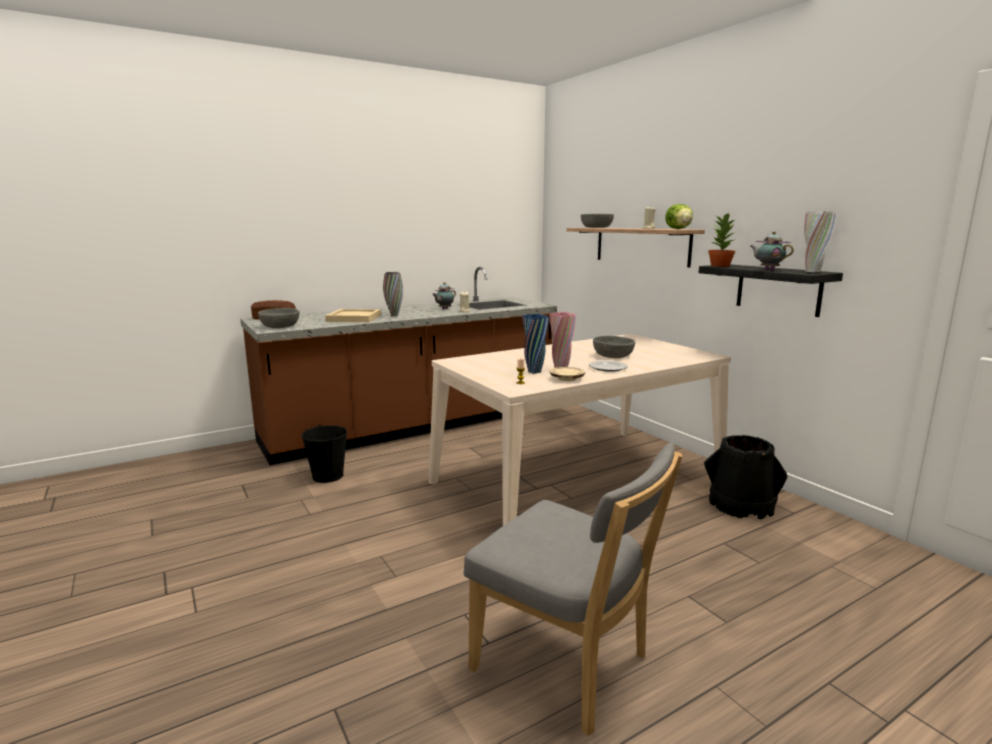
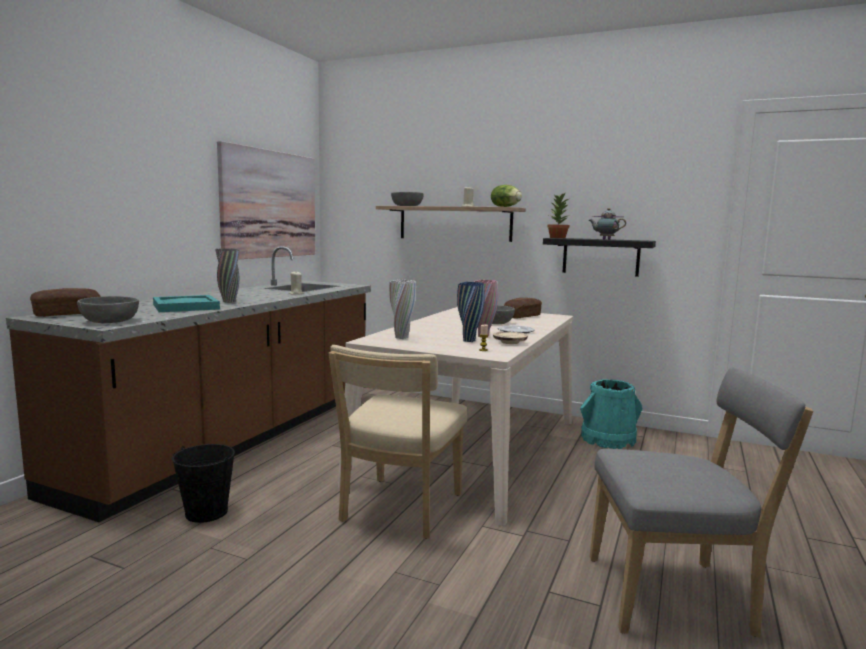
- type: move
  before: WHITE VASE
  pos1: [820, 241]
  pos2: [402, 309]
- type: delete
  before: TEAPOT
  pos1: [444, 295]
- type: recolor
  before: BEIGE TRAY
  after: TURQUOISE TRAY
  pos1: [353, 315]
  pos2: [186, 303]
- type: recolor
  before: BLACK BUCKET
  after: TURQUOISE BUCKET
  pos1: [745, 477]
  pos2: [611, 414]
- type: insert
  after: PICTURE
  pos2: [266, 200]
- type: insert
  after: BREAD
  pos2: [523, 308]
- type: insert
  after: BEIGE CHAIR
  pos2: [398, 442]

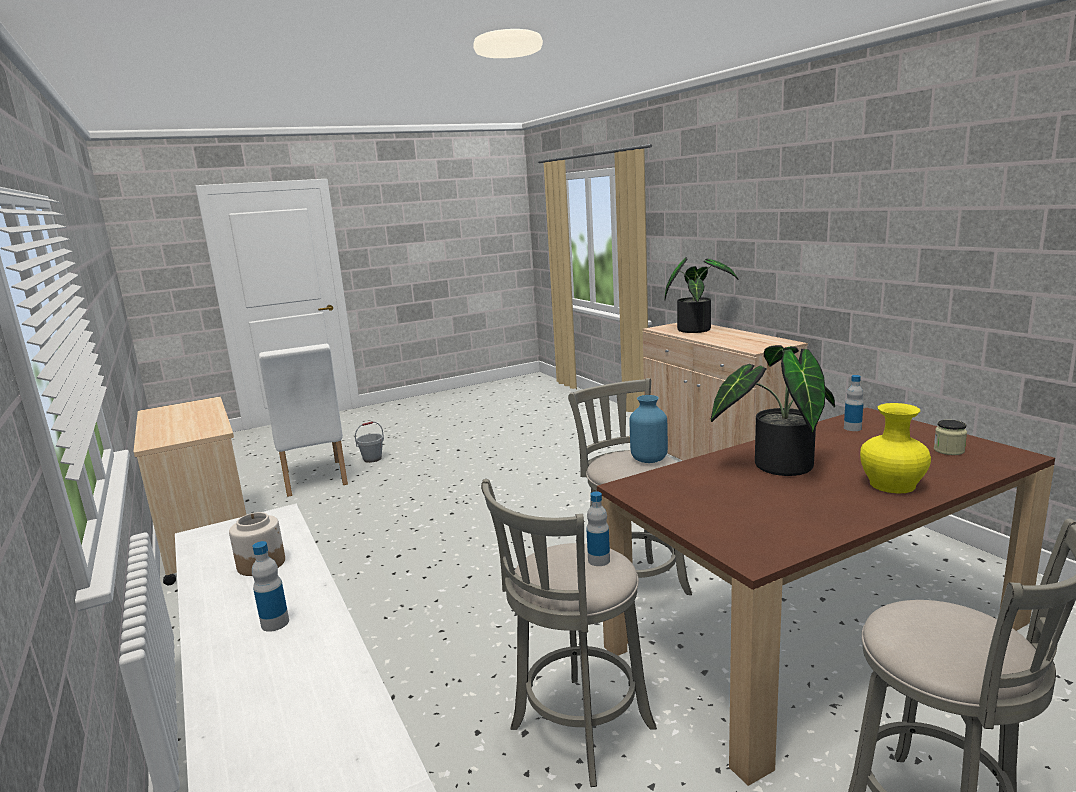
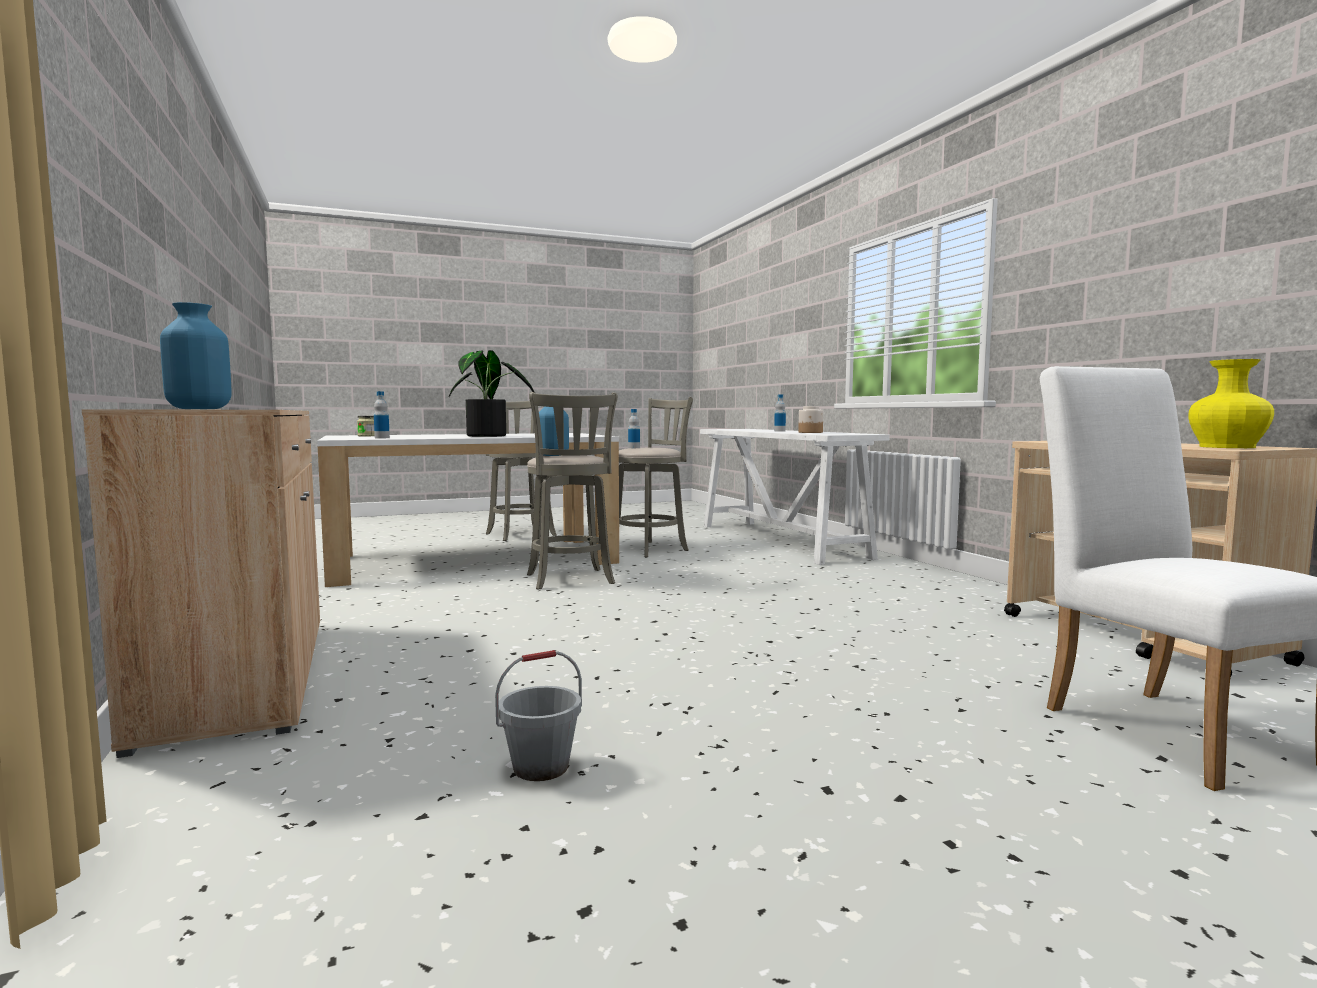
- type: replace
  before: POTTED PLANT
  after: BLUE VASE
  pos1: [701, 295]
  pos2: [196, 355]
- type: move
  before: YELLOW VASE
  pos1: [895, 448]
  pos2: [1231, 403]
- type: recolor
  before: BROWN DINING TABLE
  after: WHITE DINING TABLE
  pos1: [826, 597]
  pos2: [468, 510]
- type: move
  before: GREY BUCKET
  pos1: [369, 442]
  pos2: [538, 715]

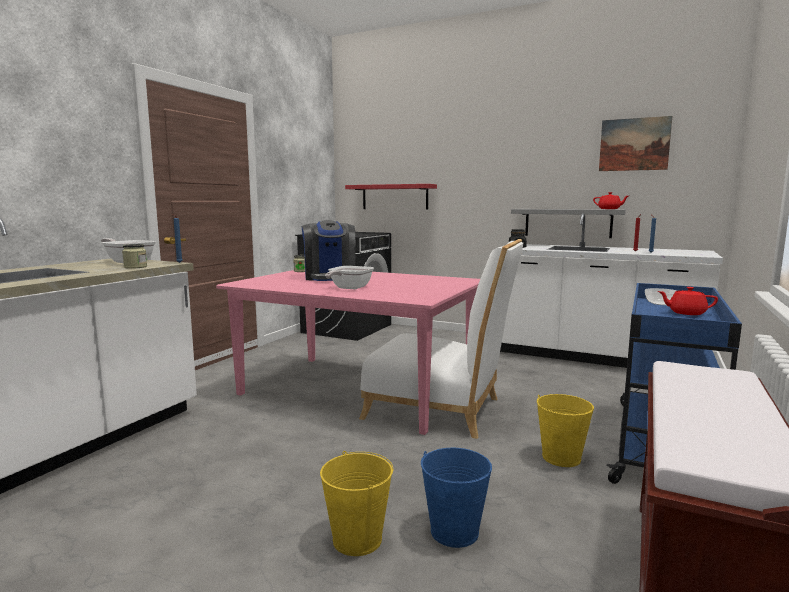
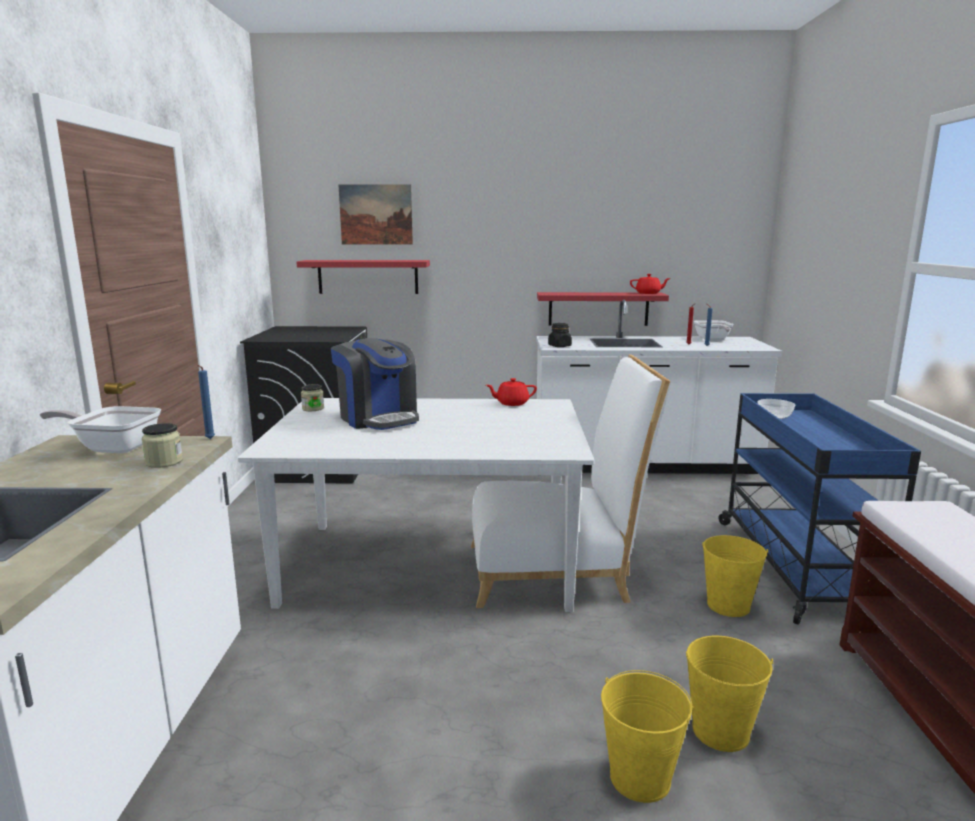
- type: move
  before: PICTURE
  pos1: [635, 143]
  pos2: [376, 214]
- type: recolor
  before: GREY SHELF
  after: RED SHELF
  pos1: [568, 223]
  pos2: [603, 309]
- type: move
  before: FRYING PAN
  pos1: [349, 277]
  pos2: [714, 330]
- type: recolor
  before: PINK DINING TABLE
  after: WHITE DINING TABLE
  pos1: [348, 352]
  pos2: [416, 505]
- type: move
  before: RED TEAPOT
  pos1: [688, 301]
  pos2: [511, 392]
- type: recolor
  before: BLUE BUCKET
  after: YELLOW BUCKET
  pos1: [456, 498]
  pos2: [730, 694]

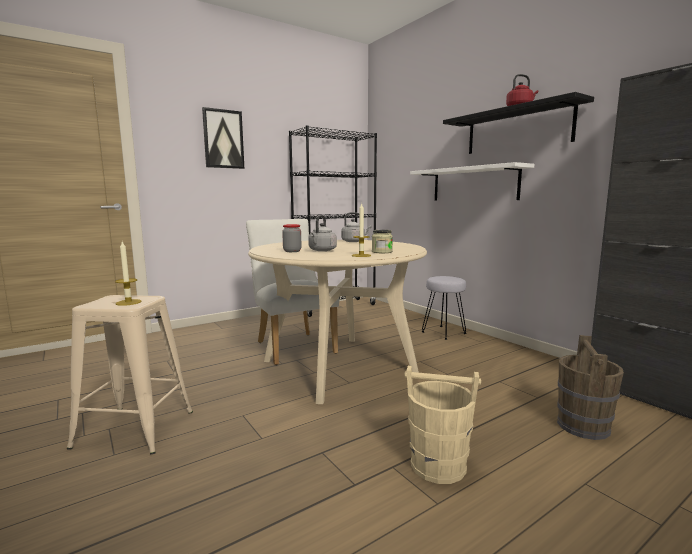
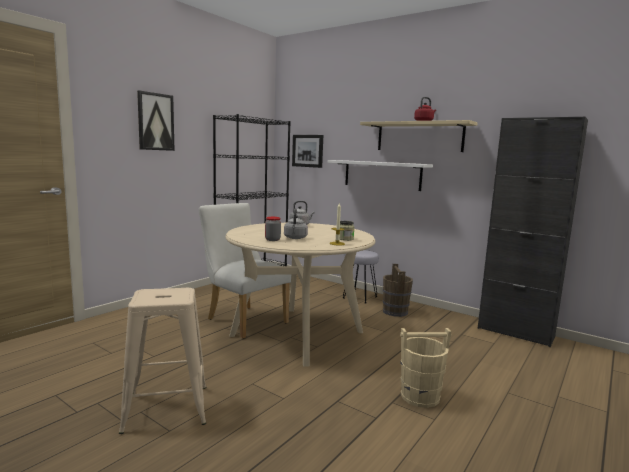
- type: recolor
  before: BLACK SHELF
  after: BEIGE SHELF
  pos1: [518, 123]
  pos2: [419, 136]
- type: delete
  before: CANDLE
  pos1: [128, 274]
- type: move
  before: BROWN BUCKET
  pos1: [590, 387]
  pos2: [398, 290]
- type: insert
  after: PICTURE
  pos2: [307, 151]

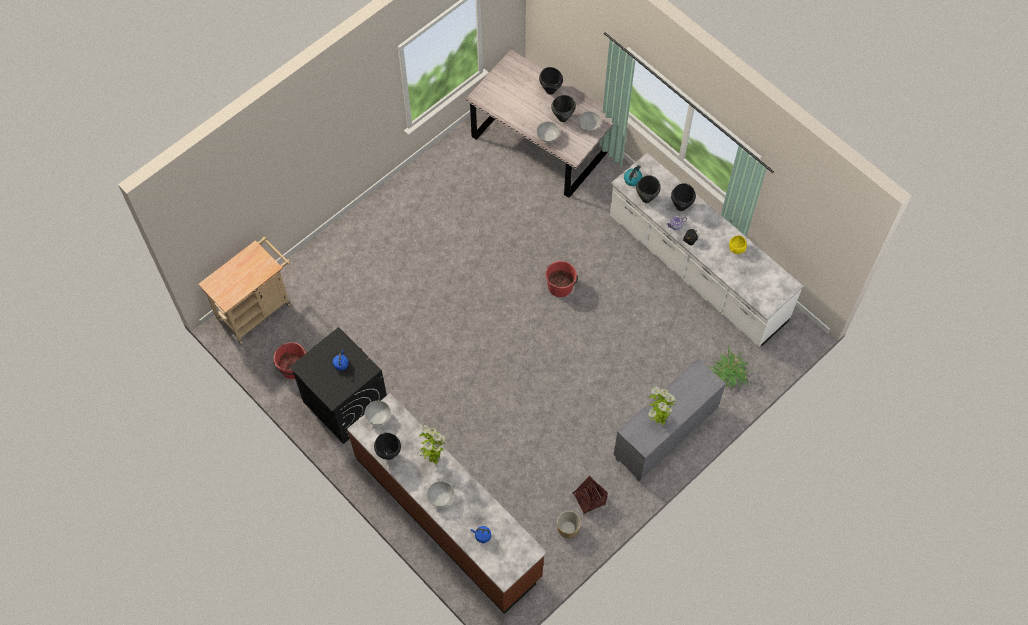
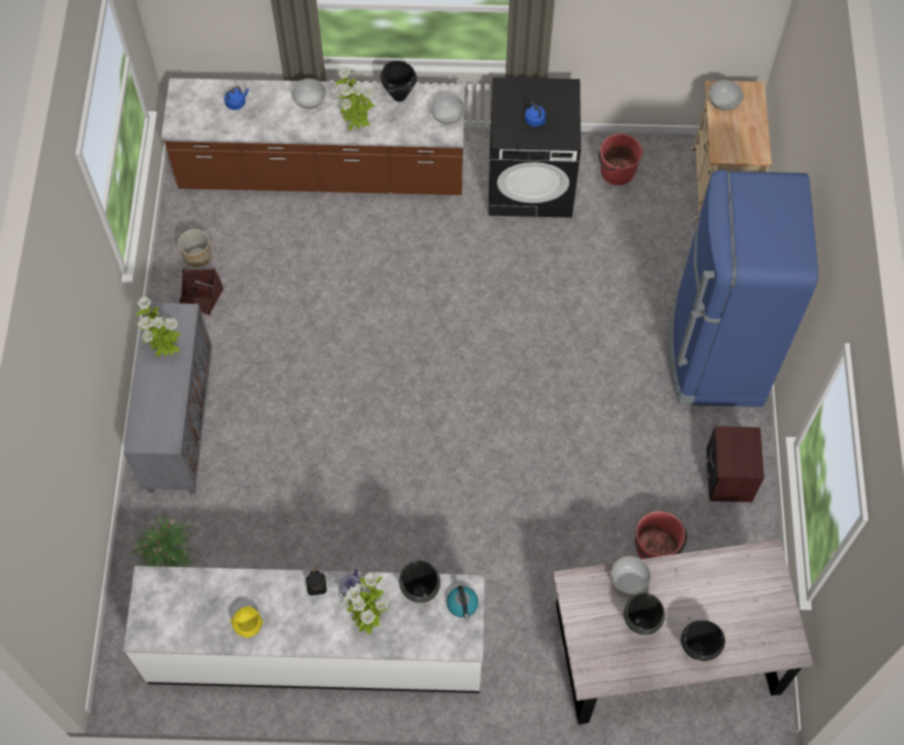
- type: move
  before: WHITE BOWL
  pos1: [589, 121]
  pos2: [726, 95]
- type: replace
  before: BLACK COOKING POT
  after: POTTED PLANT
  pos1: [683, 197]
  pos2: [365, 603]
- type: move
  before: RED BUCKET
  pos1: [561, 279]
  pos2: [661, 535]
- type: insert
  after: BLUE FRIDGE
  pos2: [743, 288]
- type: insert
  after: BROWN NIGHTSTAND
  pos2: [735, 464]

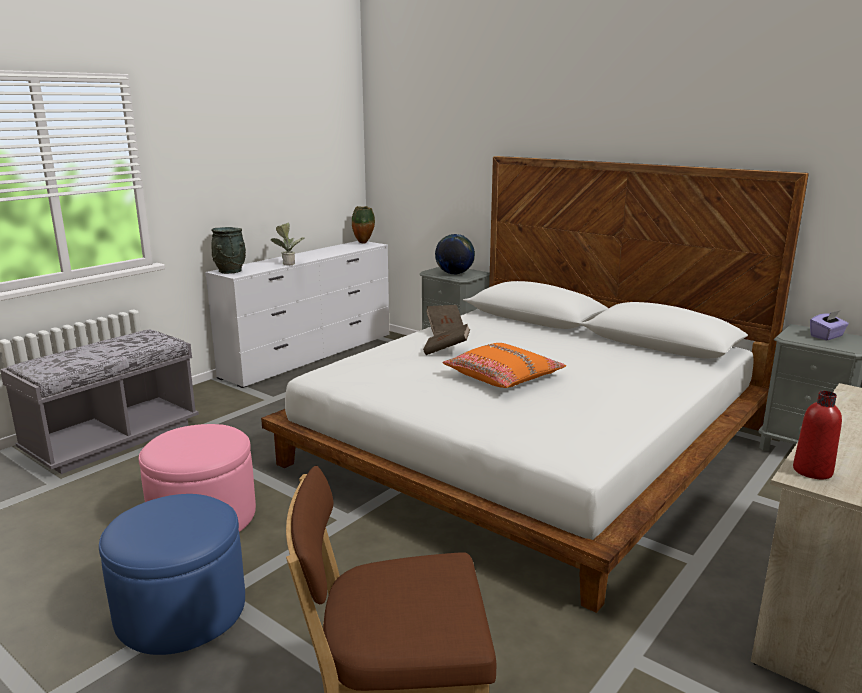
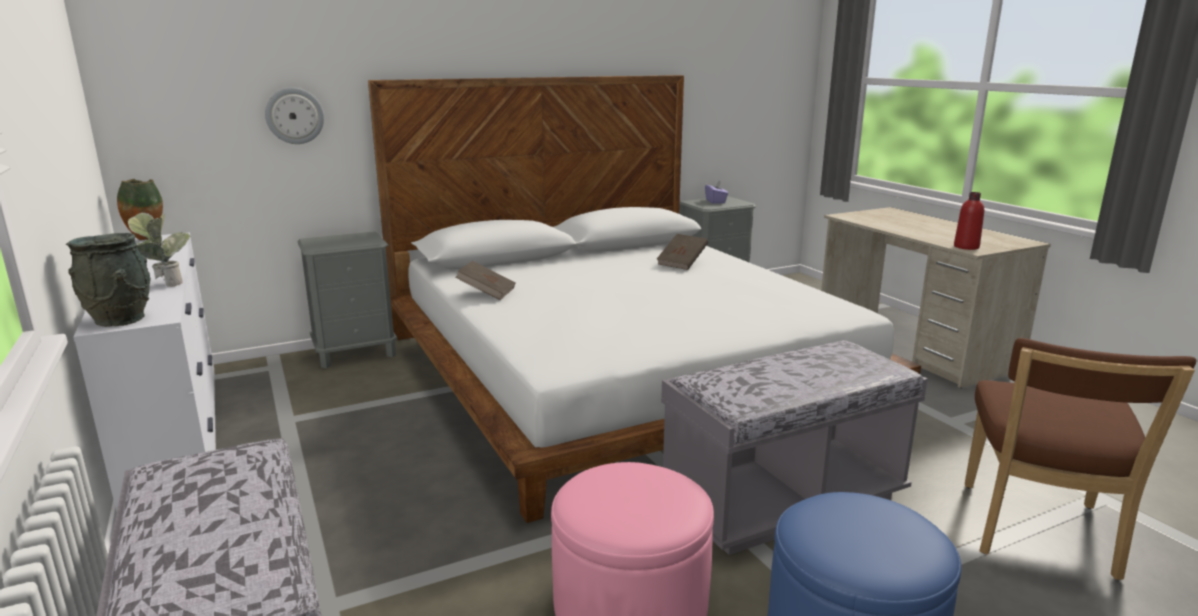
- type: delete
  before: GLOBE
  pos1: [455, 254]
- type: move
  before: BROWN BOOK
  pos1: [446, 339]
  pos2: [682, 252]
- type: delete
  before: ORANGE PILLOW
  pos1: [504, 365]
- type: insert
  after: WALL CLOCK
  pos2: [294, 115]
- type: insert
  after: GREY BENCH
  pos2: [794, 447]

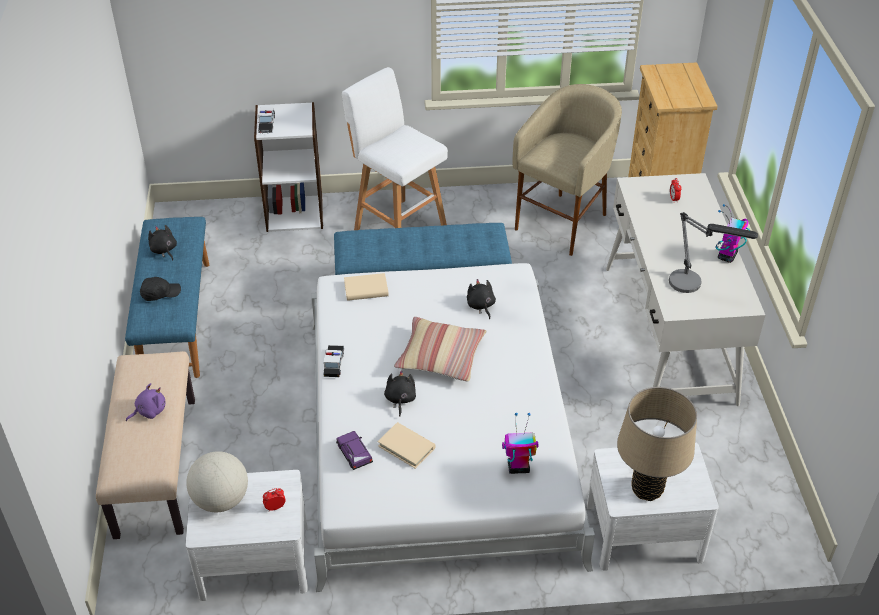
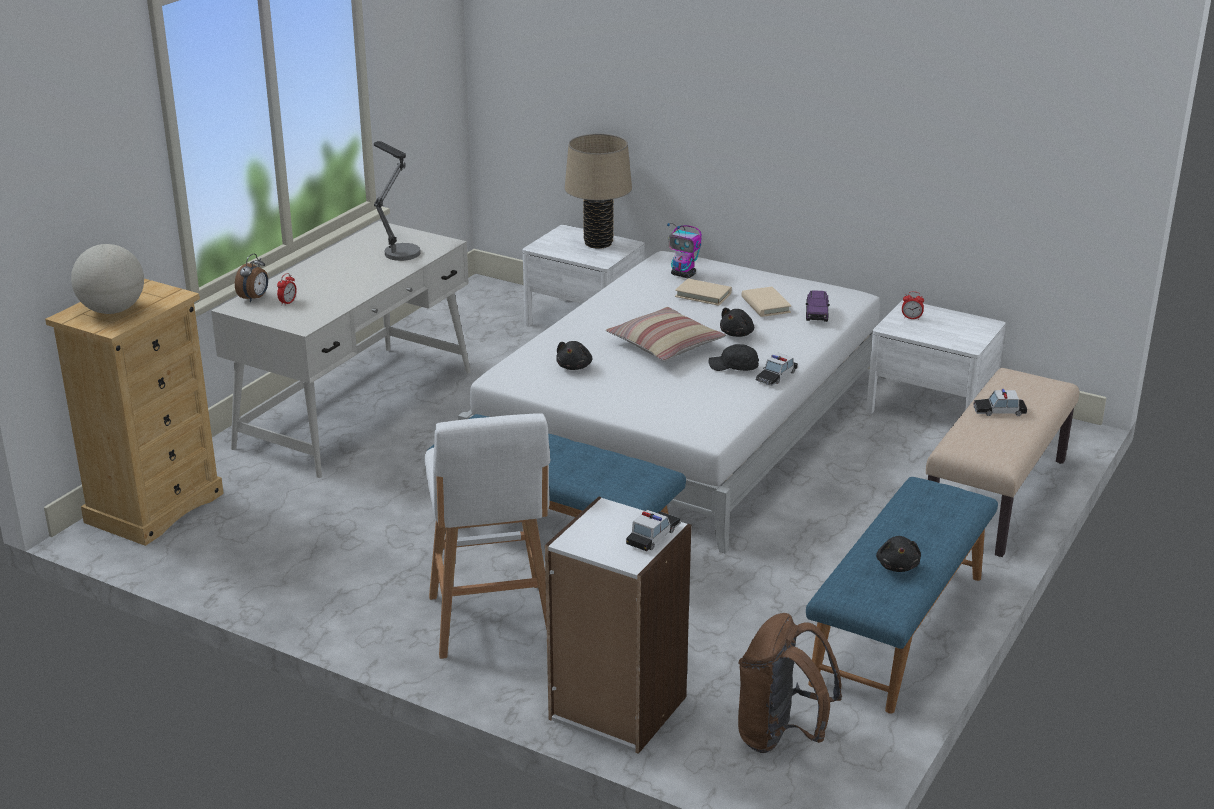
- type: delete
  before: BEIGE STOOL
  pos1: [567, 170]
- type: delete
  before: TOY ROBOT
  pos1: [732, 233]
- type: move
  before: BEIGE BOOK
  pos1: [366, 287]
  pos2: [703, 292]
- type: move
  before: BLACK CAP
  pos1: [160, 289]
  pos2: [733, 357]
- type: replace
  before: PURPLE PLUSH TOY
  after: TOY CAR
  pos1: [146, 402]
  pos2: [1000, 402]
- type: move
  before: GLOBE
  pos1: [217, 481]
  pos2: [107, 279]
- type: insert
  after: ALARM CLOCK
  pos2: [251, 278]
- type: insert
  after: BROWN BACKPACK
  pos2: [790, 683]

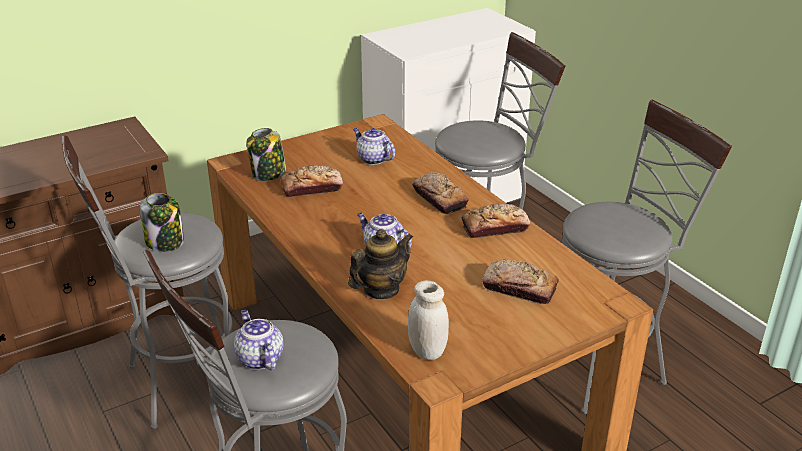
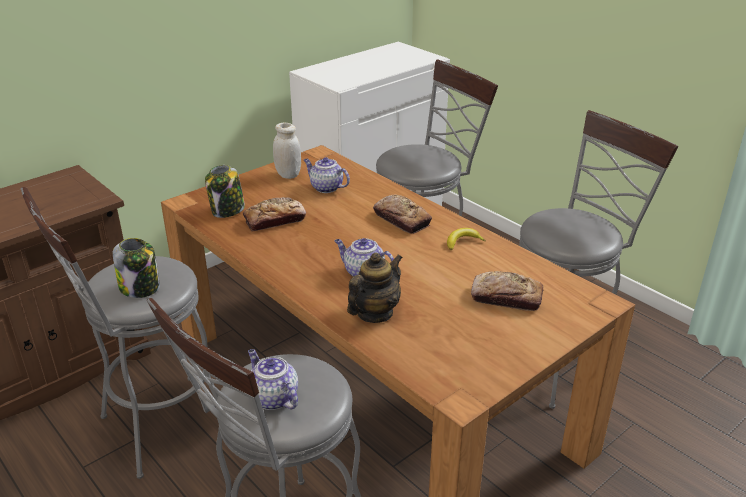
- type: replace
  before: BREAD
  after: BANANA
  pos1: [496, 221]
  pos2: [466, 239]
- type: move
  before: WHITE JAR
  pos1: [428, 320]
  pos2: [287, 151]

